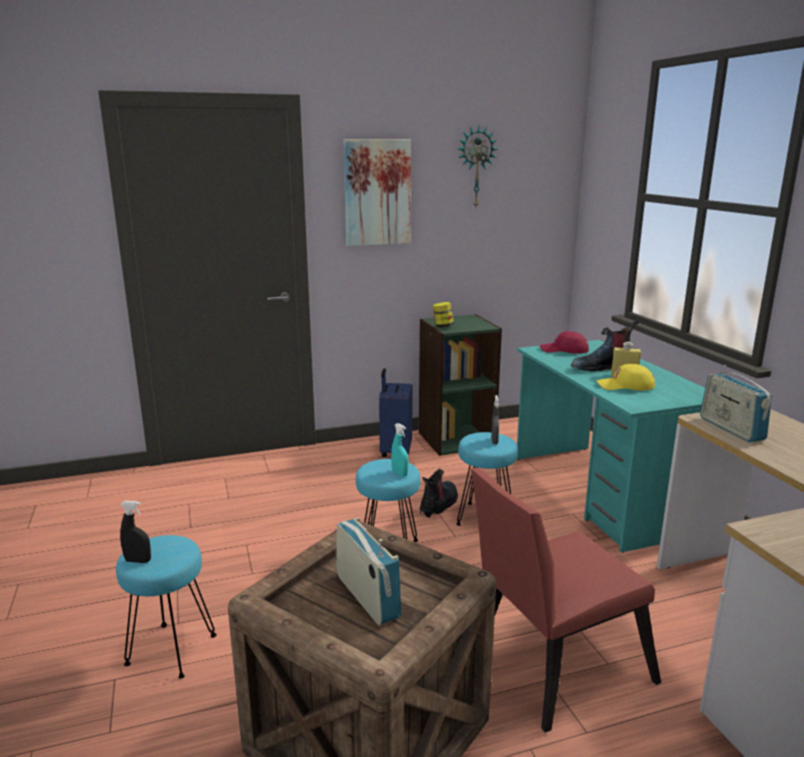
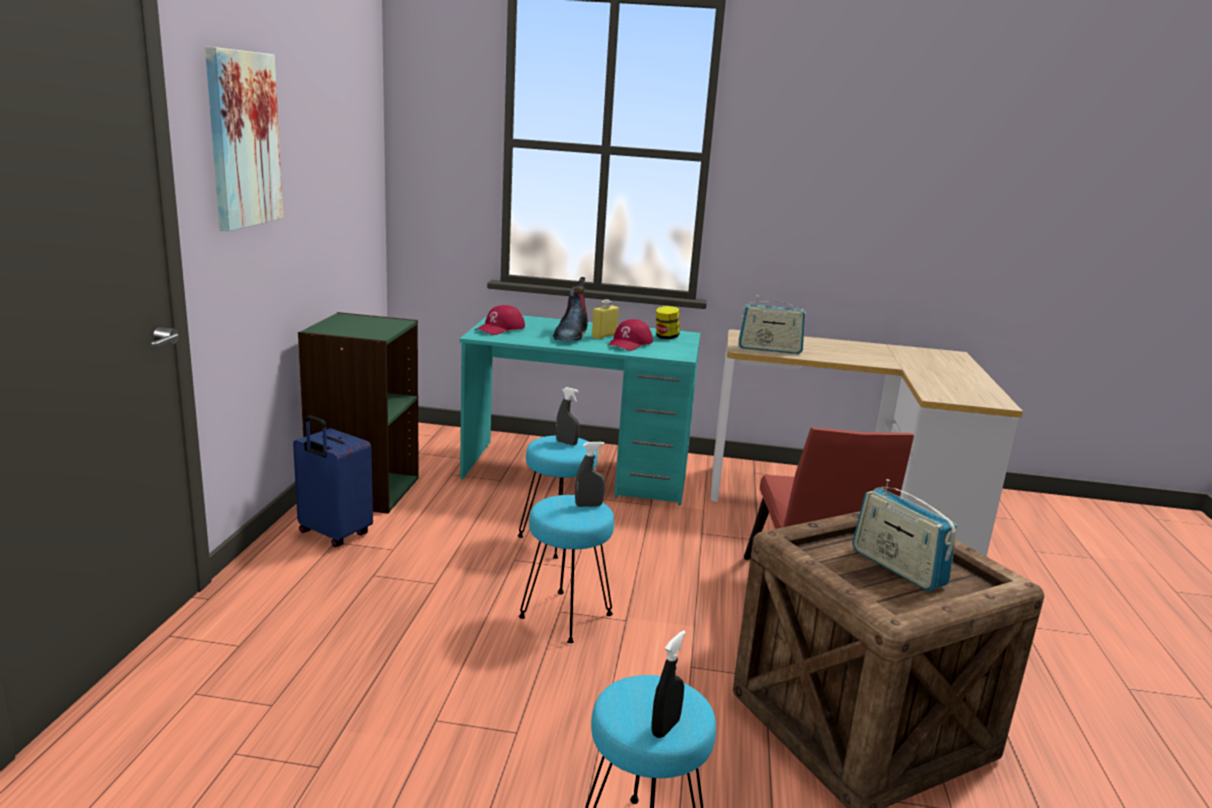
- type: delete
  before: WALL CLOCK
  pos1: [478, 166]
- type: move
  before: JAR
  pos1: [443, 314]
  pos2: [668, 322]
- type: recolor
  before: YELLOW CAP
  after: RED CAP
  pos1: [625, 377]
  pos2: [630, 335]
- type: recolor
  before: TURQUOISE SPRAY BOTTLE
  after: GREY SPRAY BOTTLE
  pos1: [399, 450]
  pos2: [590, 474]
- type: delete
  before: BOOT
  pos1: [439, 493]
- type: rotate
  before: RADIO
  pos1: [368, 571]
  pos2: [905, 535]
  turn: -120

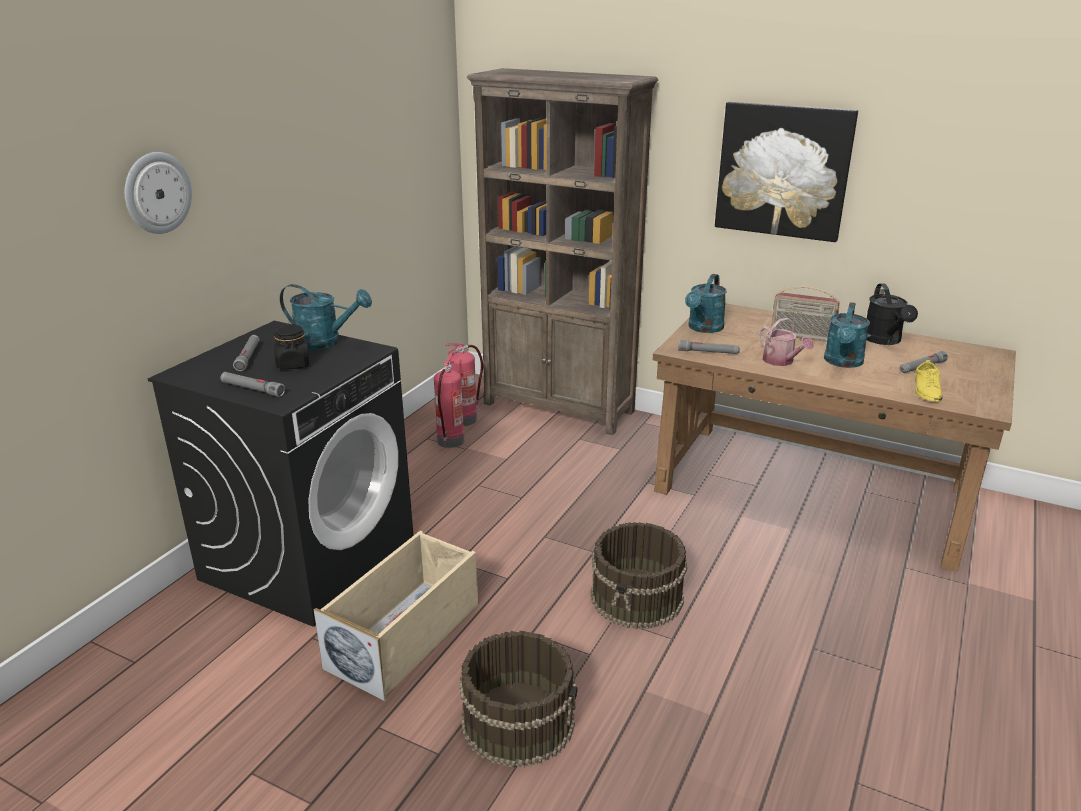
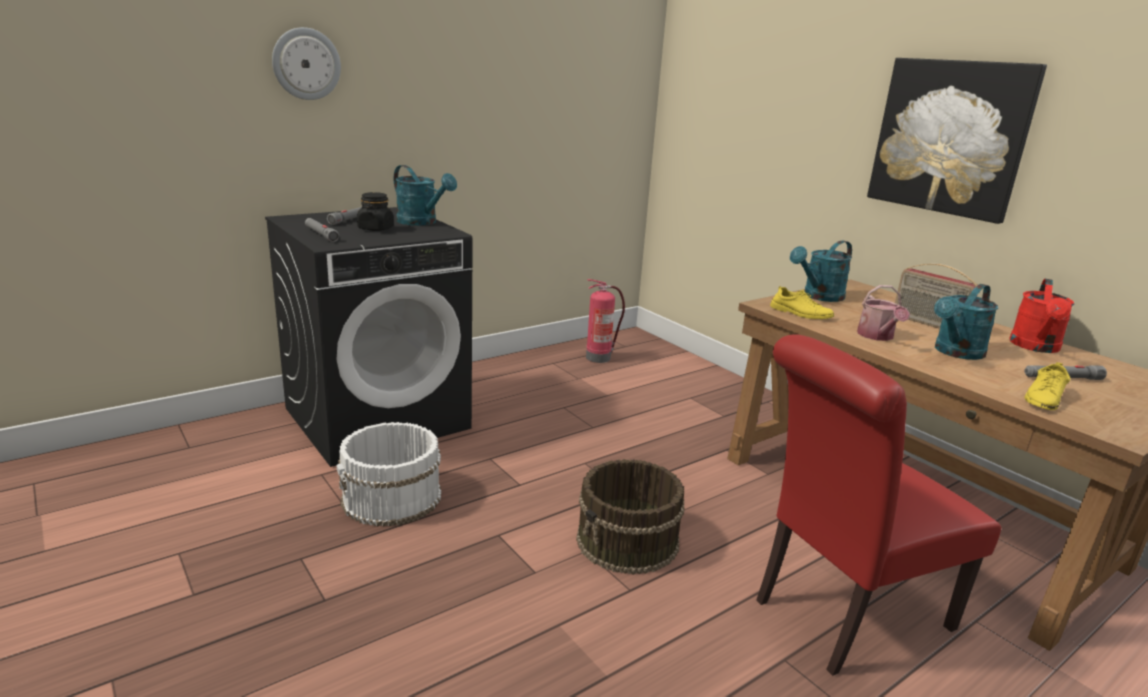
- type: delete
  before: BROWN BOOKCASE
  pos1: [562, 251]
- type: recolor
  before: BLACK WATERING CAN
  after: RED WATERING CAN
  pos1: [892, 314]
  pos2: [1041, 316]
- type: replace
  before: GREY FLASHLIGHT
  after: YELLOW SHOE
  pos1: [709, 347]
  pos2: [802, 302]
- type: delete
  before: FIRE EXTINGUISHER
  pos1: [449, 400]
- type: replace
  before: BEIGE STORAGE BOX
  after: WHITE BUCKET
  pos1: [396, 616]
  pos2: [388, 474]
- type: delete
  before: BROWN BUCKET
  pos1: [518, 699]
- type: insert
  after: RED CHAIR
  pos2: [879, 505]

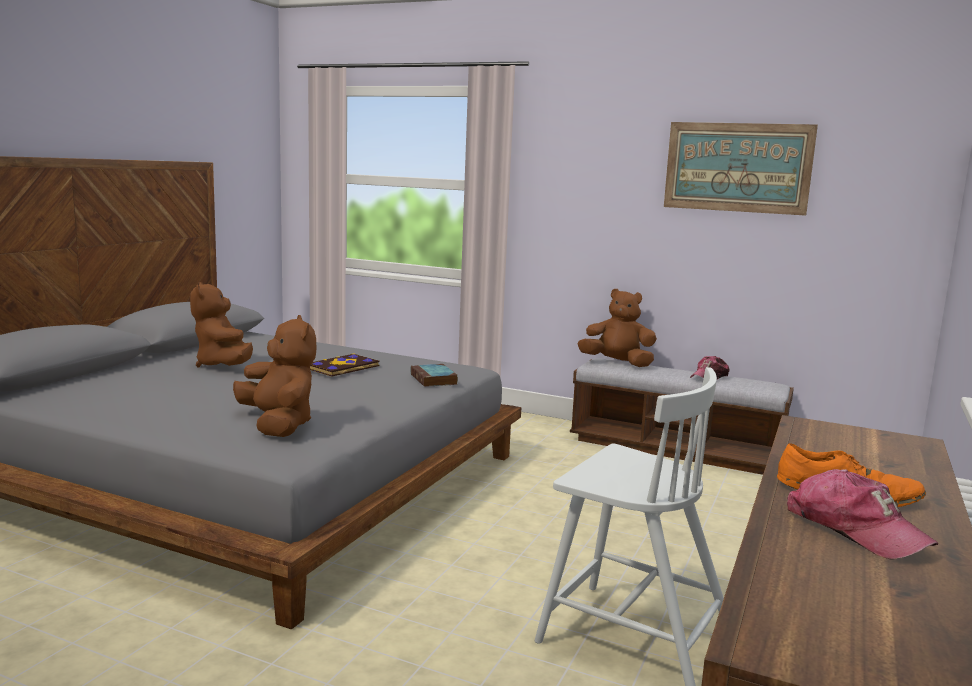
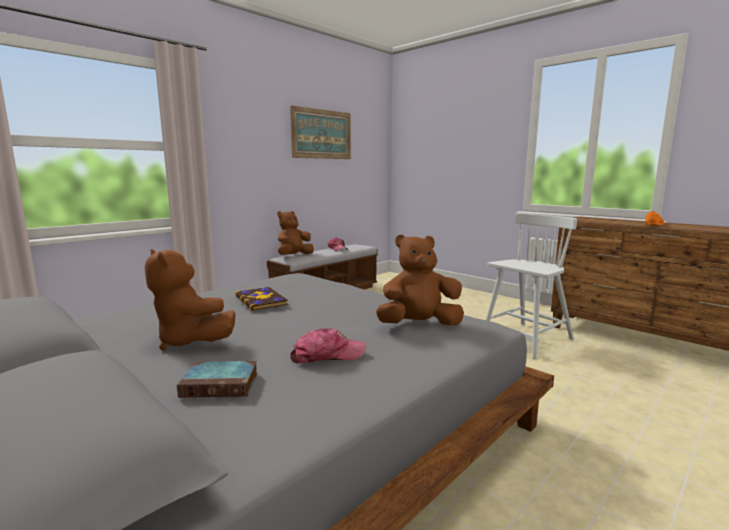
- type: rotate
  before: BROWN PLUSH TOY
  pos1: [221, 324]
  pos2: [190, 299]
  turn: 45
- type: move
  before: BOOK
  pos1: [434, 375]
  pos2: [217, 379]
- type: move
  before: CAP
  pos1: [863, 514]
  pos2: [328, 345]

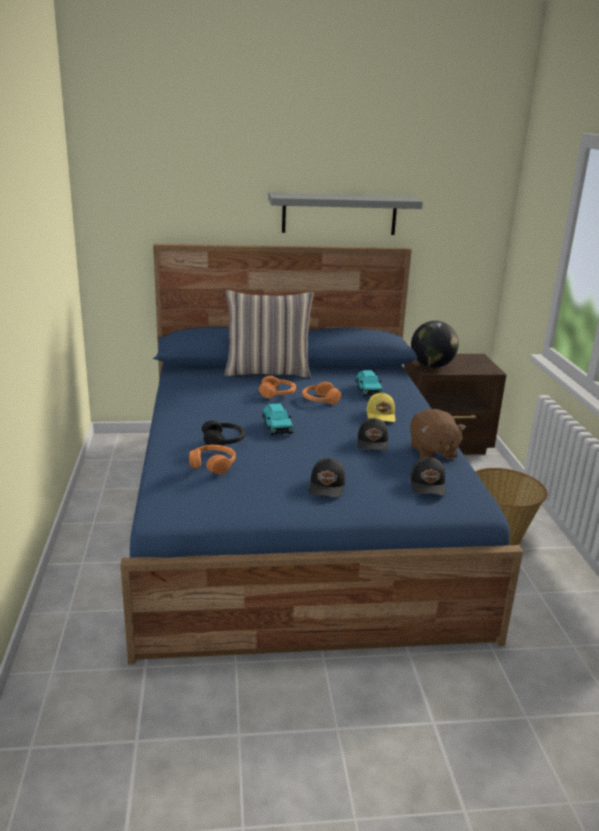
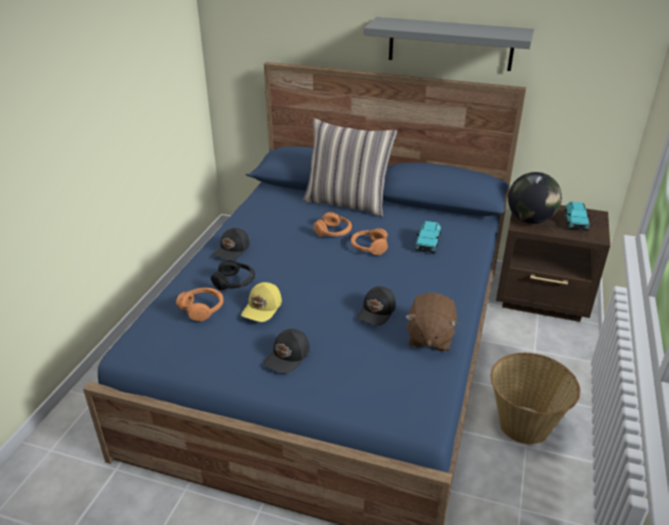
- type: move
  before: YELLOW CAP
  pos1: [381, 407]
  pos2: [261, 302]
- type: move
  before: TURQUOISE TOY CAR
  pos1: [278, 419]
  pos2: [577, 216]
- type: move
  before: BLACK CAP
  pos1: [428, 476]
  pos2: [231, 244]

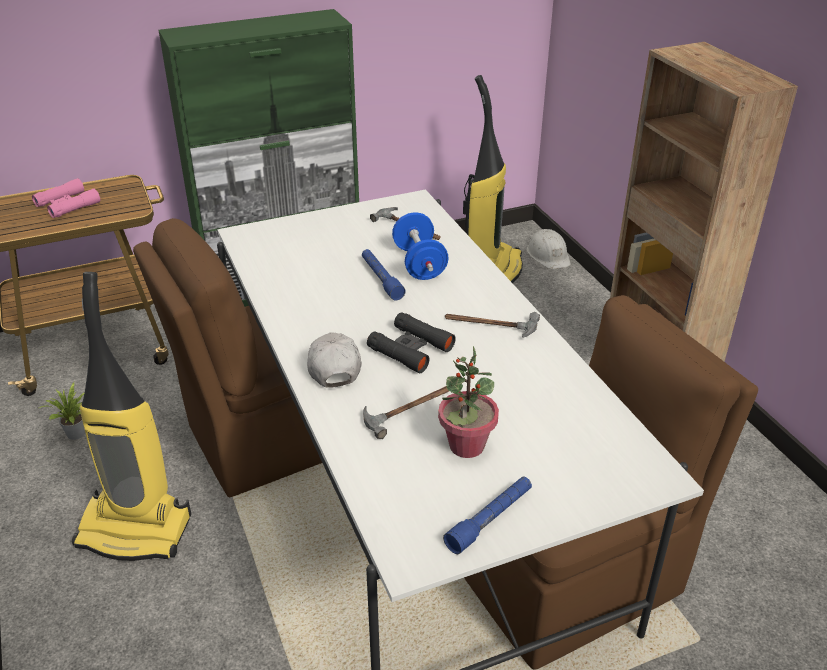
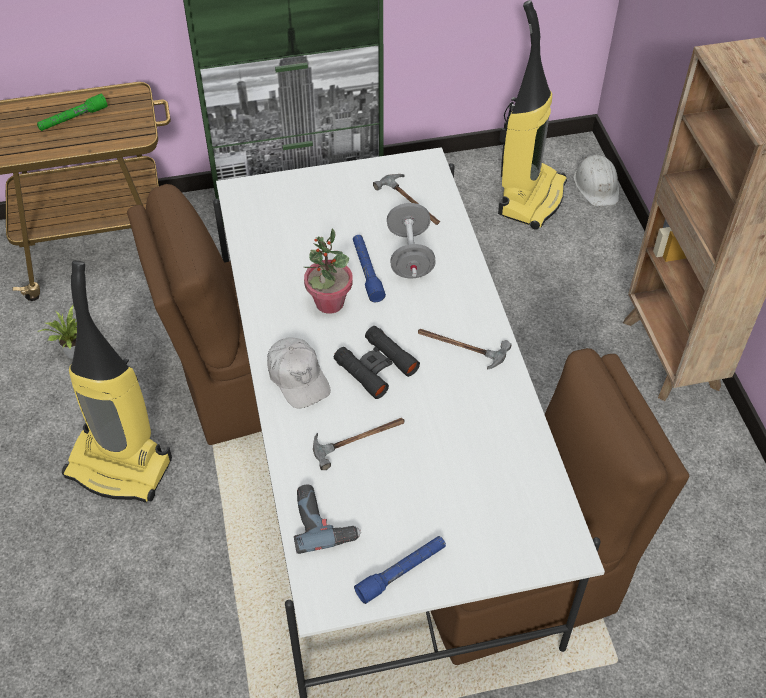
- type: replace
  before: PINK BINOCULARS
  after: GREEN FLASHLIGHT
  pos1: [66, 198]
  pos2: [72, 112]
- type: recolor
  before: BLUE DUMBBELL
  after: GREY DUMBBELL
  pos1: [420, 246]
  pos2: [411, 240]
- type: rotate
  before: WHITE CAP
  pos1: [334, 360]
  pos2: [299, 373]
  turn: 150
- type: move
  before: POTTED PLANT
  pos1: [468, 402]
  pos2: [328, 271]
- type: insert
  after: POWER DRILL
  pos2: [327, 519]

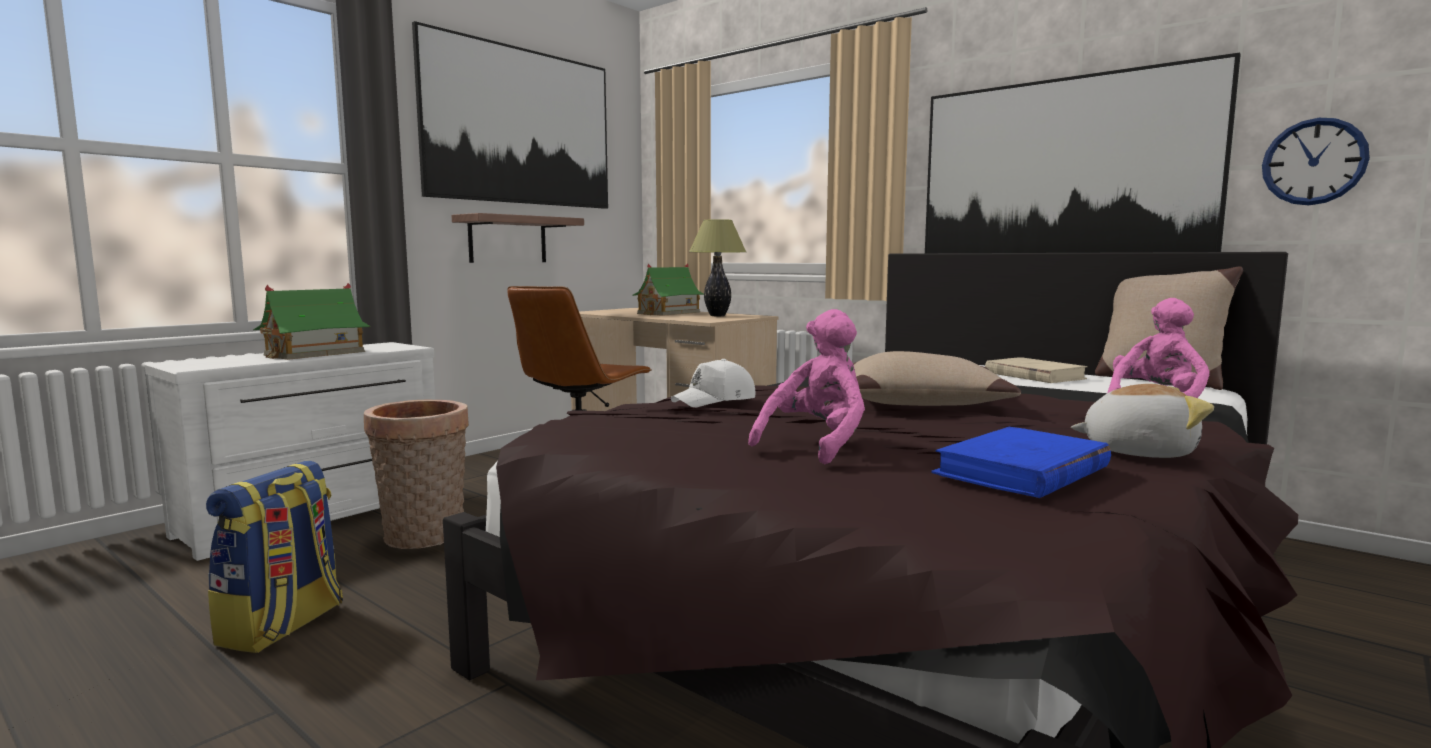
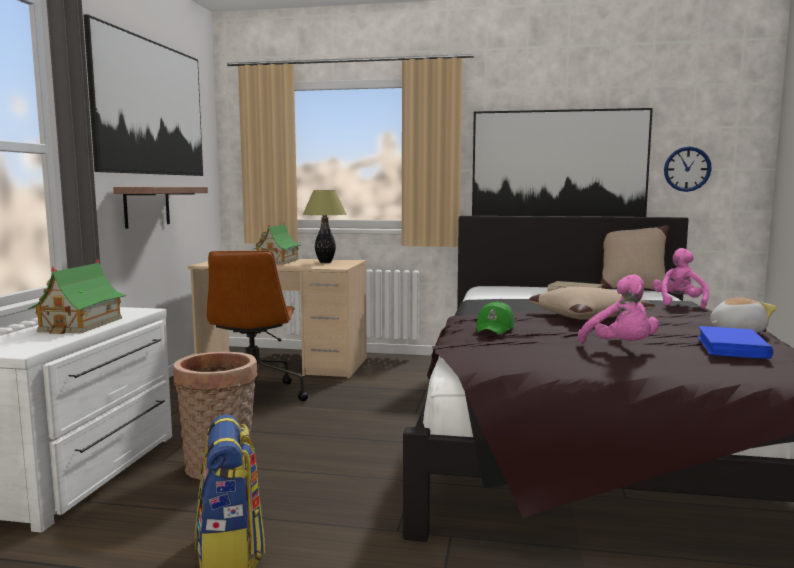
- type: rotate
  before: PINK PLUSH TOY
  pos1: [806, 386]
  pos2: [618, 308]
  turn: 150
- type: recolor
  before: WHITE CAP
  after: GREEN CAP
  pos1: [713, 383]
  pos2: [495, 318]

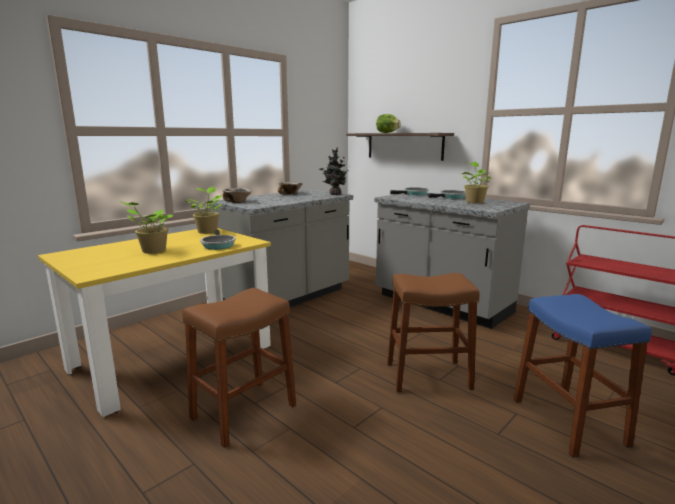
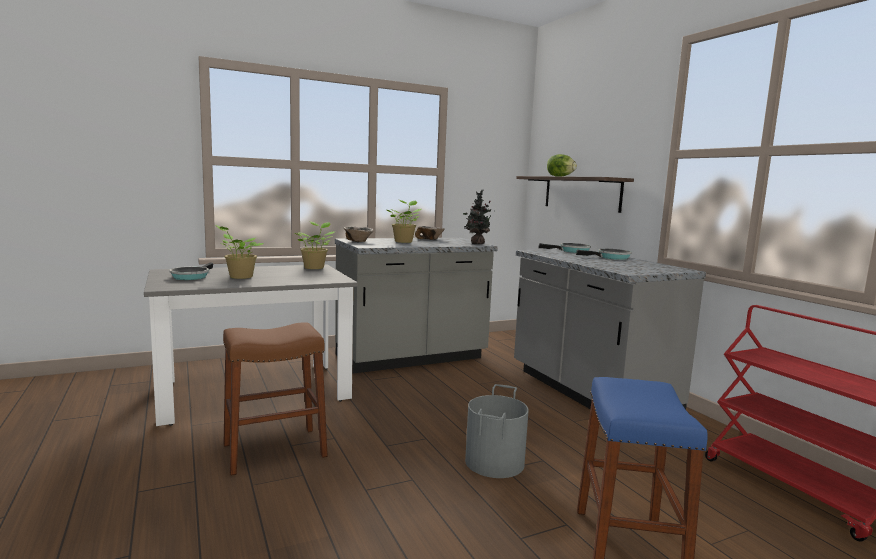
- type: move
  before: POTTED PLANT
  pos1: [476, 183]
  pos2: [404, 221]
- type: recolor
  before: YELLOW DINING TABLE
  after: GREY DINING TABLE
  pos1: [154, 322]
  pos2: [251, 345]
- type: move
  before: FRYING PAN
  pos1: [218, 240]
  pos2: [191, 271]
- type: replace
  before: BROWN STOOL
  after: GREY BUCKET
  pos1: [433, 332]
  pos2: [497, 431]

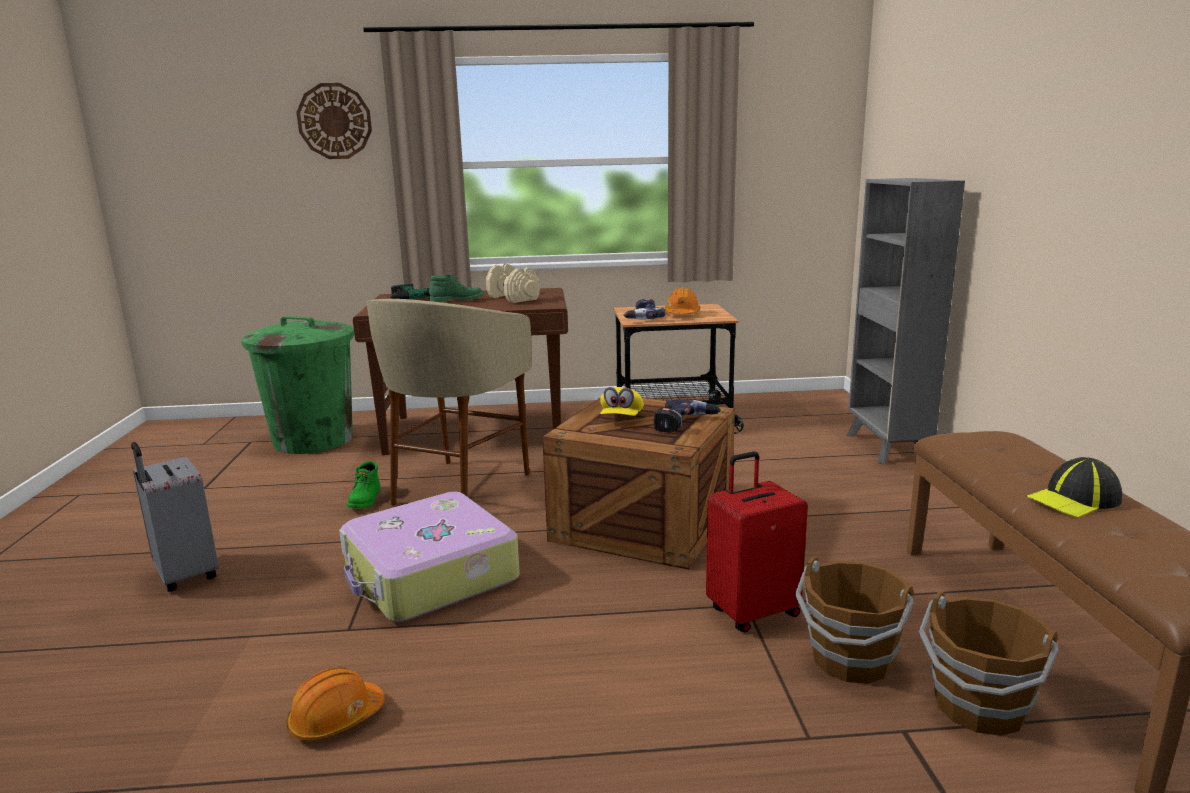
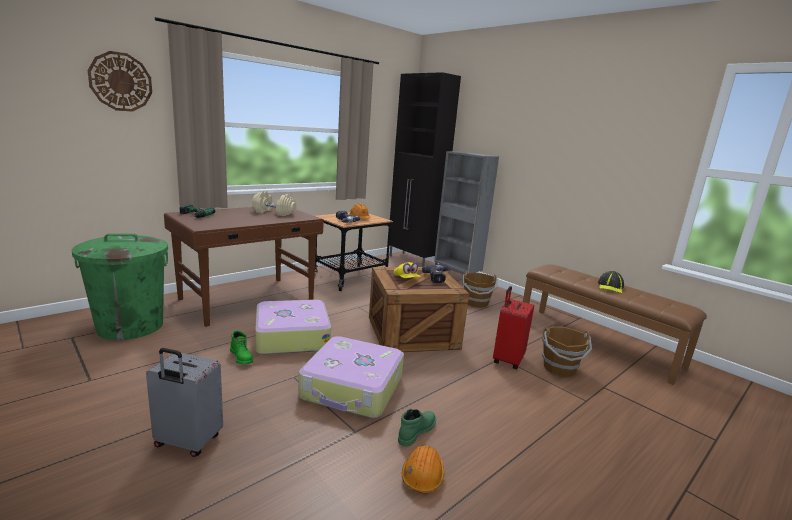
- type: move
  before: GREEN BOOT
  pos1: [456, 288]
  pos2: [417, 428]
- type: replace
  before: BEIGE STOOL
  after: SUITCASE
  pos1: [449, 402]
  pos2: [293, 327]
- type: move
  before: BROWN BUCKET
  pos1: [988, 663]
  pos2: [480, 290]
- type: insert
  after: BLACK CABINET
  pos2: [425, 169]

